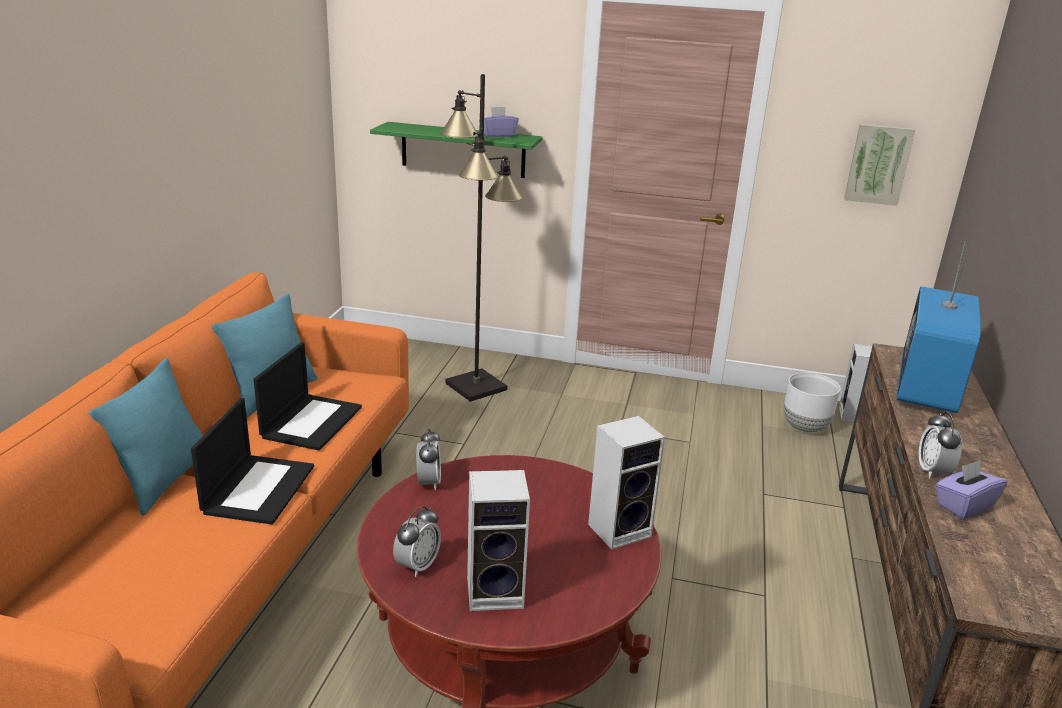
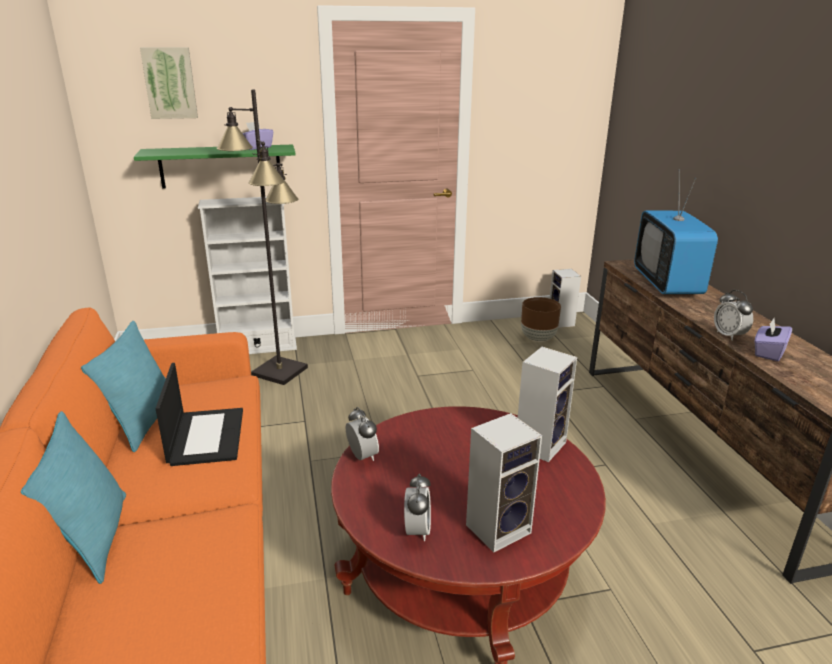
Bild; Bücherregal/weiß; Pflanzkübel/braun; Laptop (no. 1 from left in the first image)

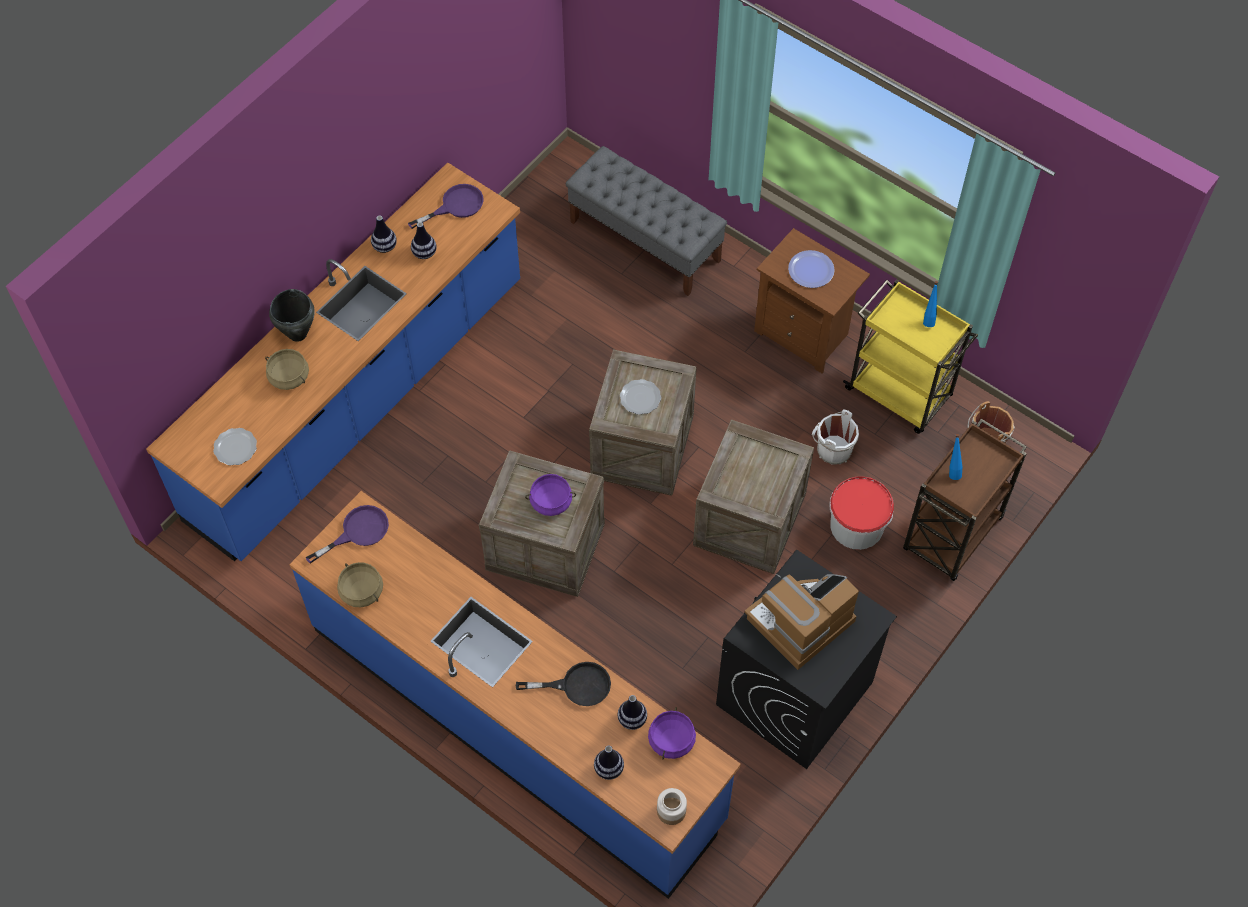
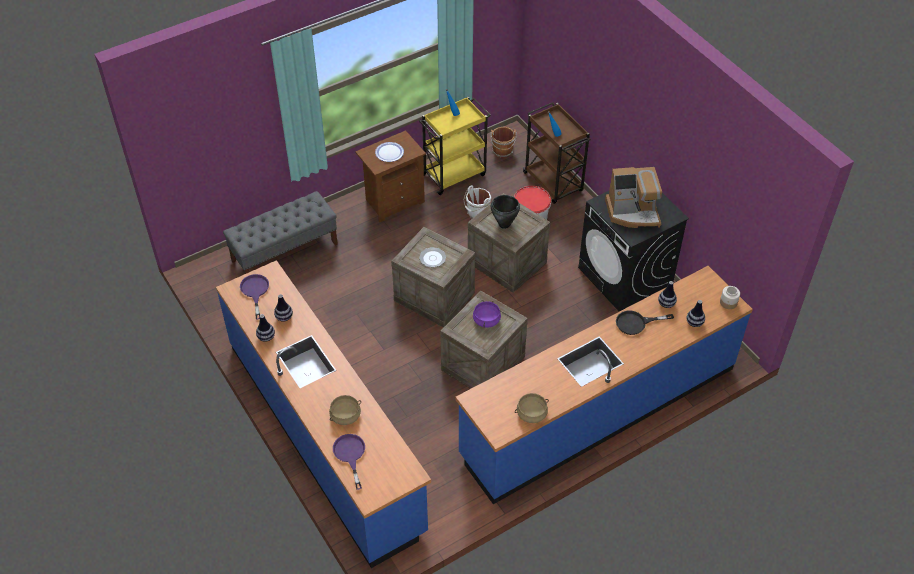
Pfanne/lila (no. 2 from left); Kochtopf/schwarz; Kaffeemaschine; Pfanne/schwarz; Teller (no. 1 from left in the first image); Kochtopf/lila (no. 2 from left in the first image)

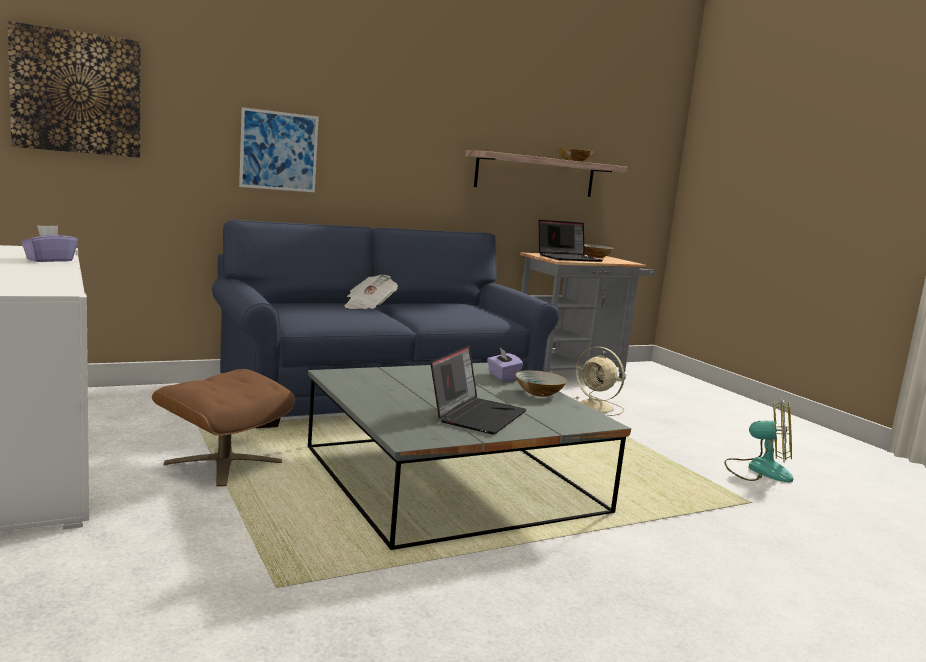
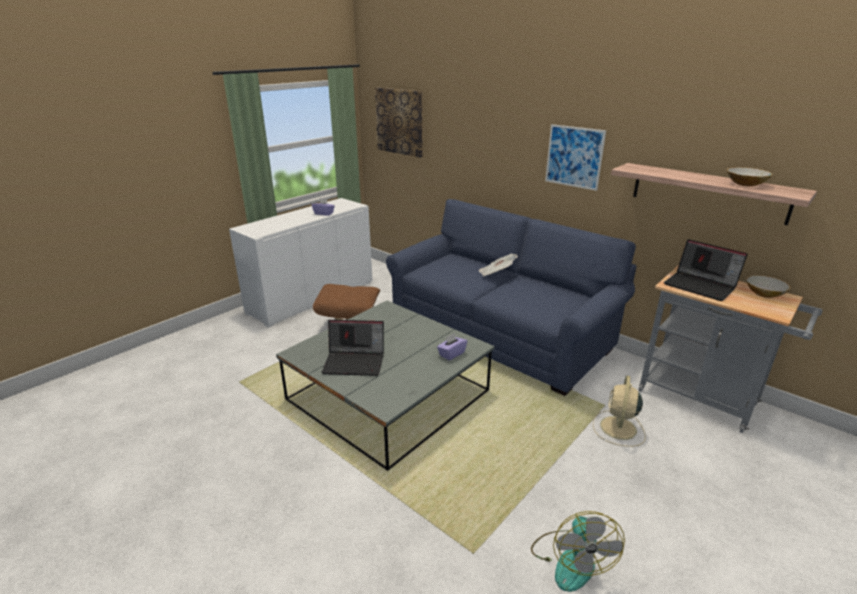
Bild (no. 2 from left); Schüssel (no. 1 from left in the first image)

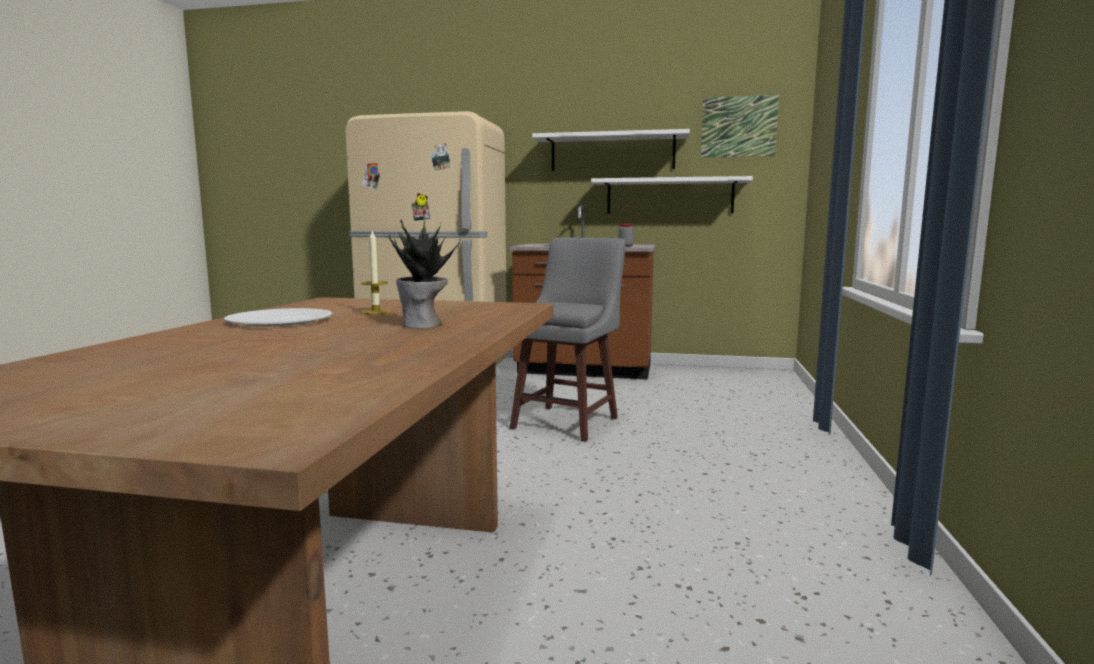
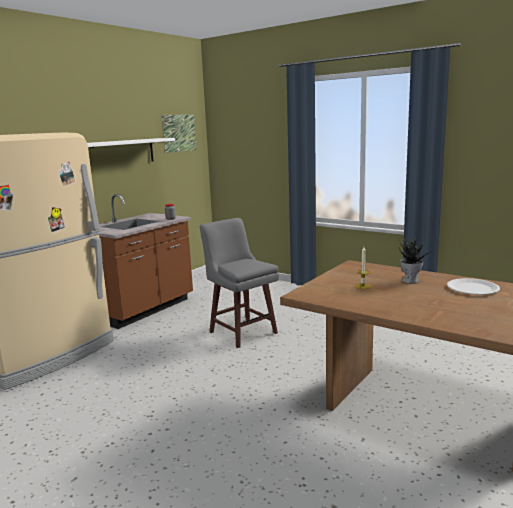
Teller/weiß; Wandregal/weiß (no. 2 from left in the first image)

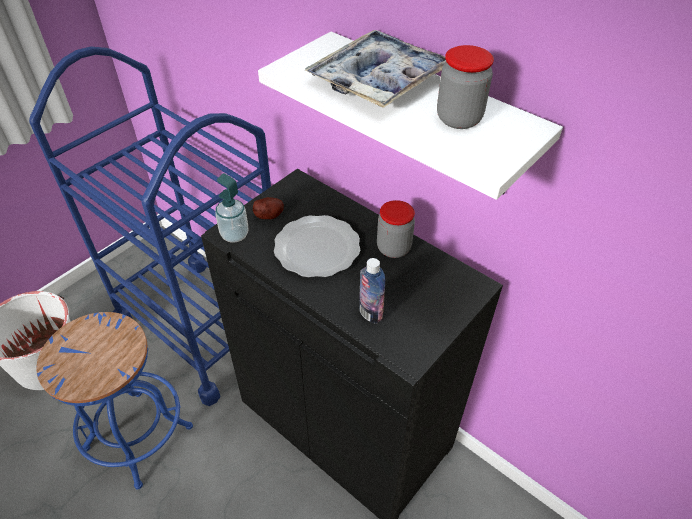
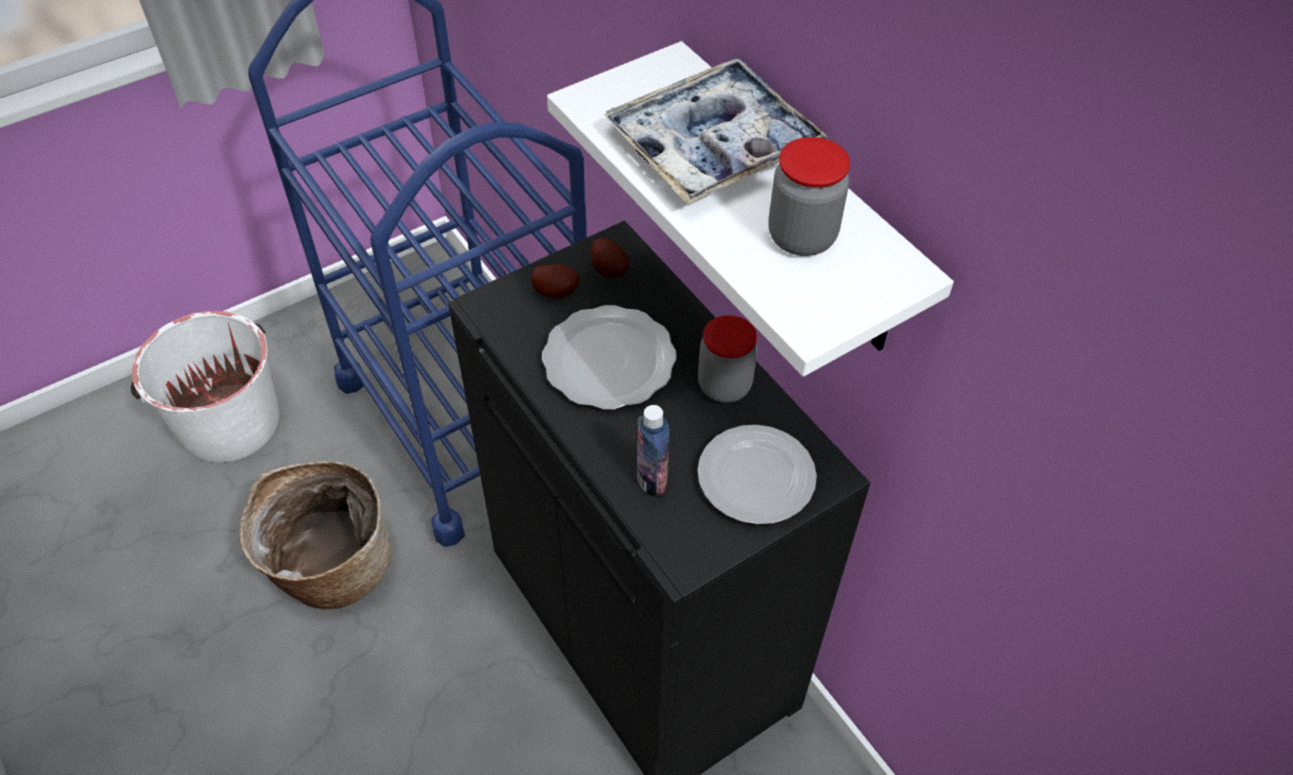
Korb; Kartoffel (no. 2 from left); Teller (no. 2 from left); Seifenspender

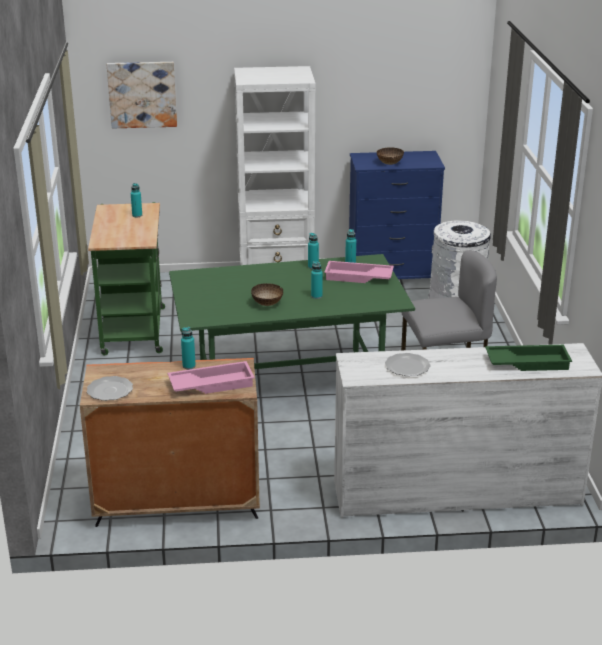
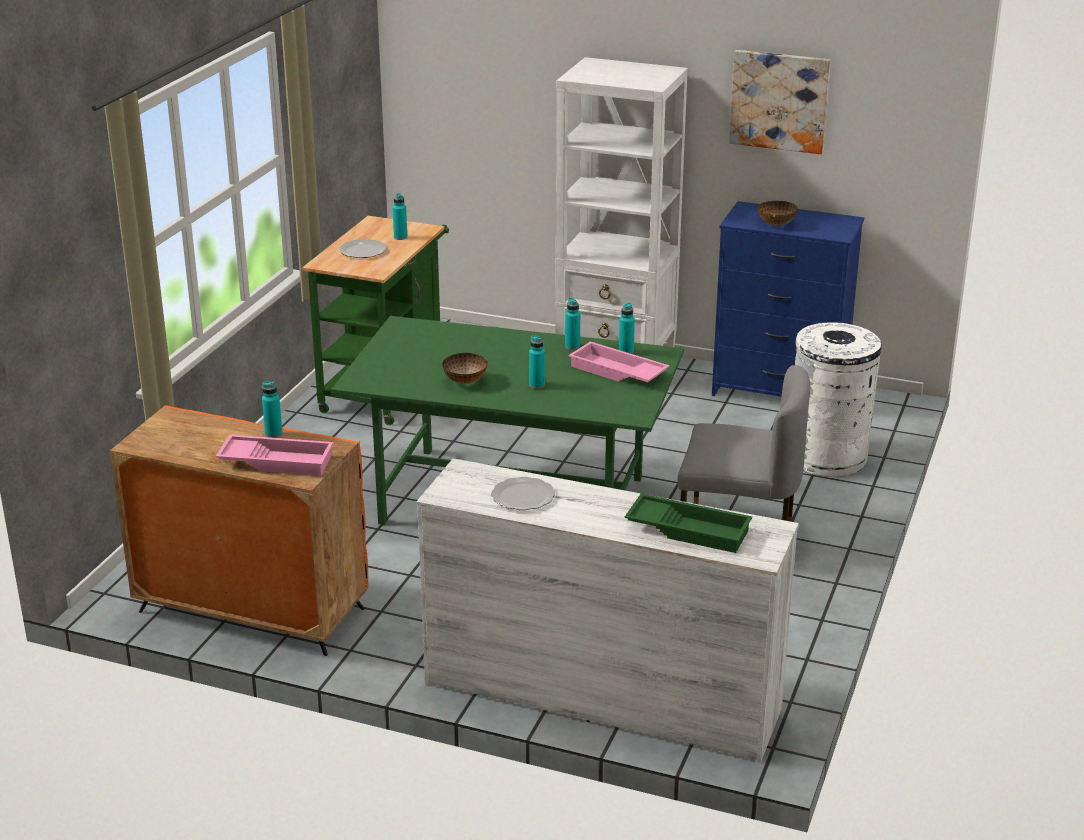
Teller (no. 1 from left); Bild

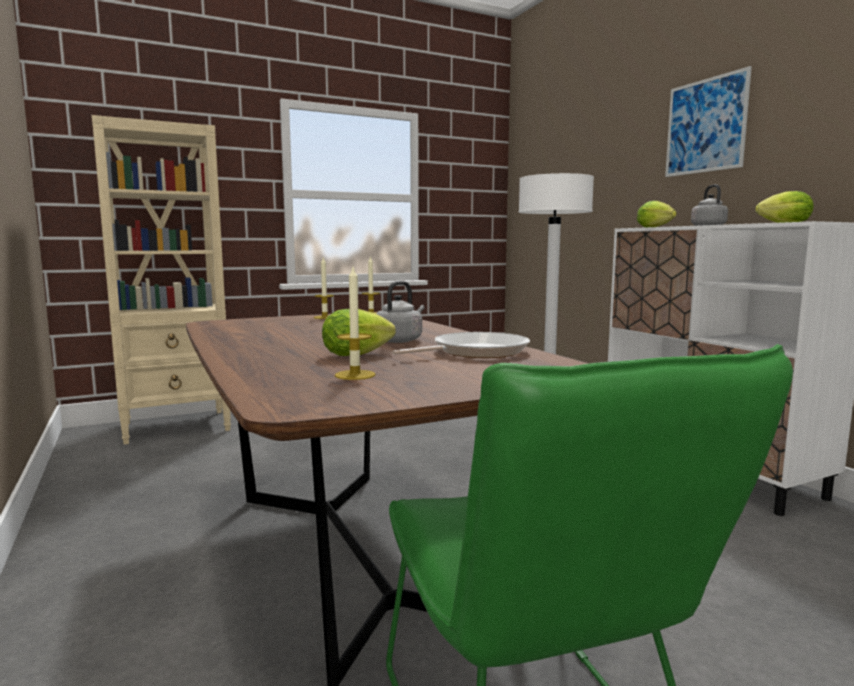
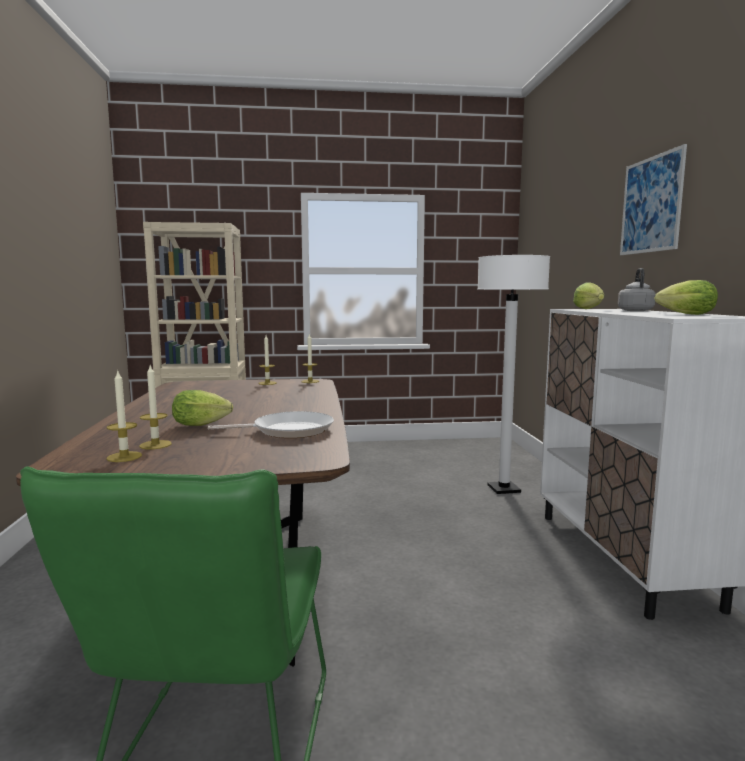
Kerze (no. 1 from left); Wasserkessel/grau (no. 1 from left in the first image)

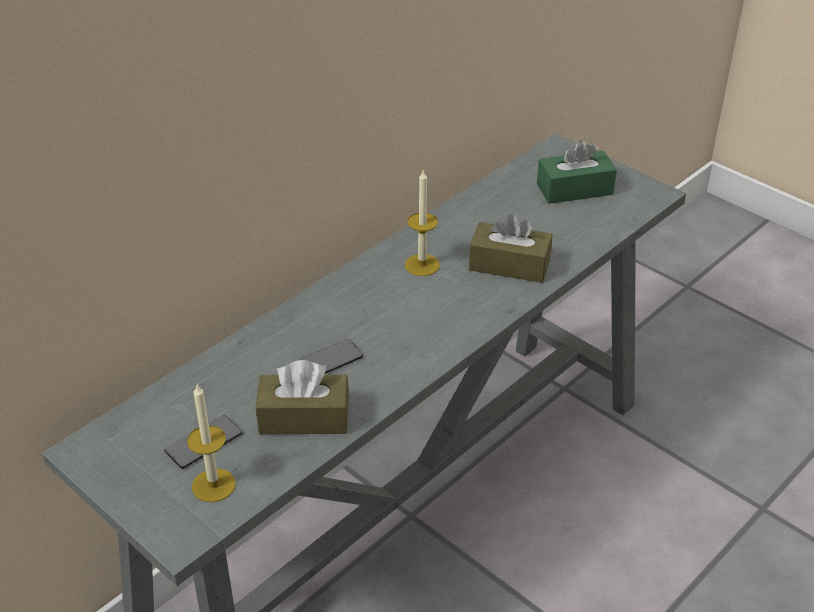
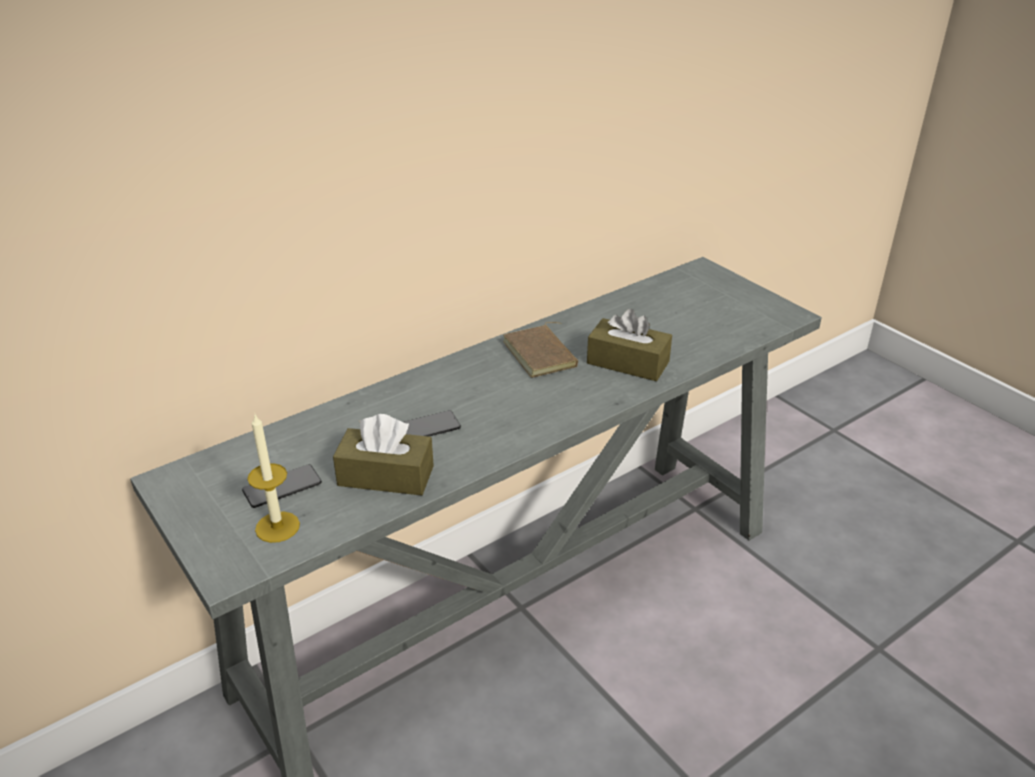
Buch/braun; Taschentuchbox/grün

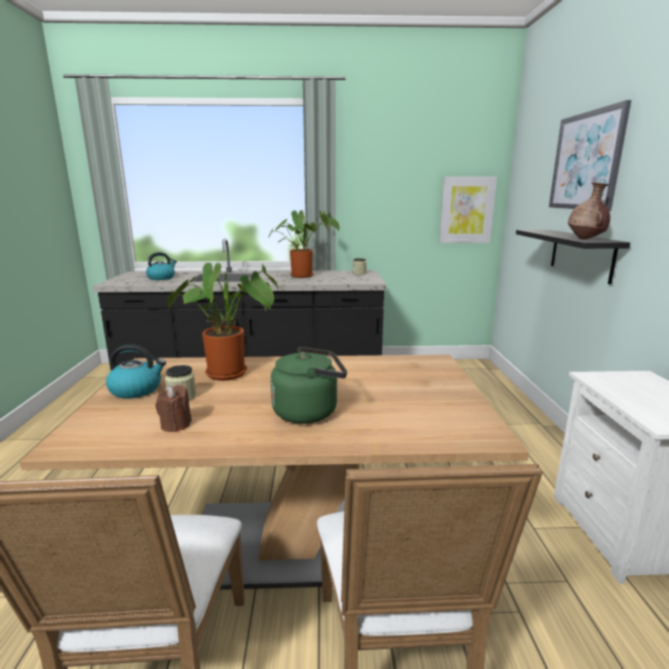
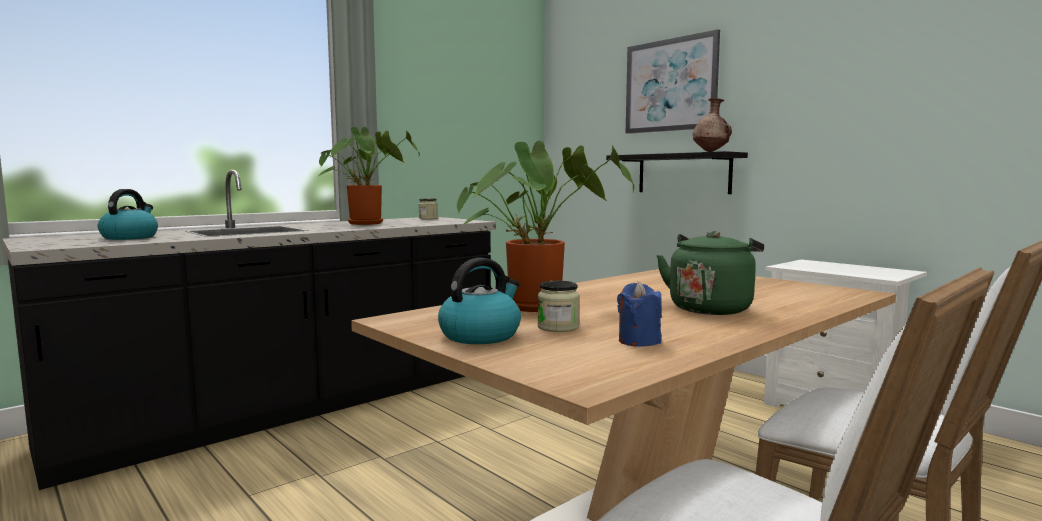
Kerze/blau; Bild (no. 1 from left in the first image)

